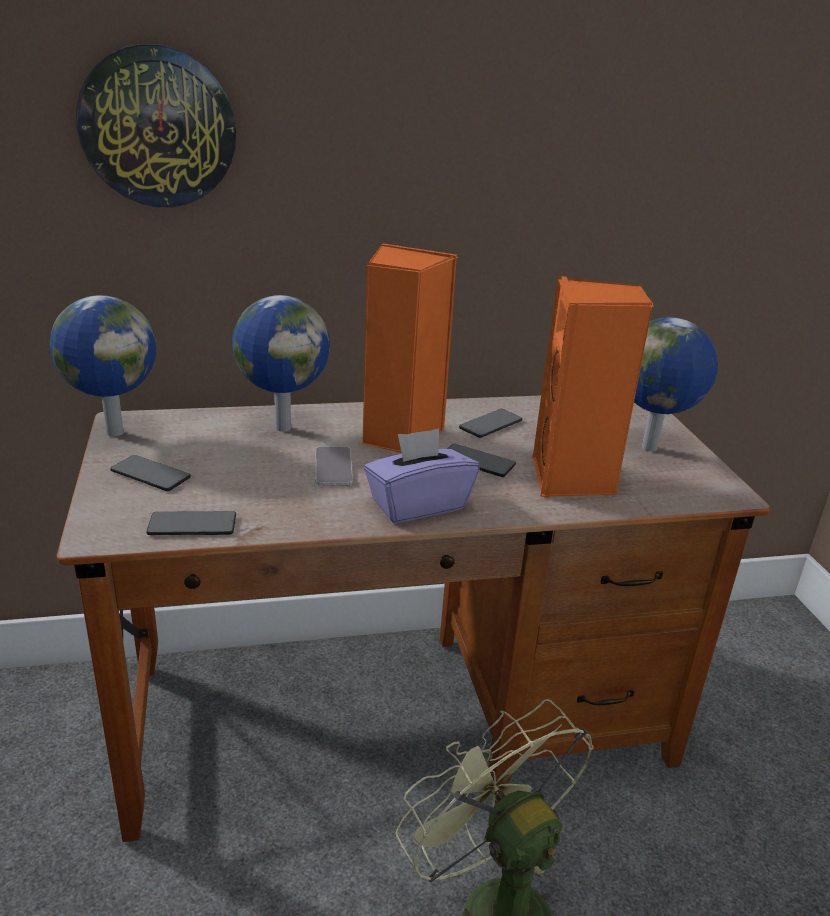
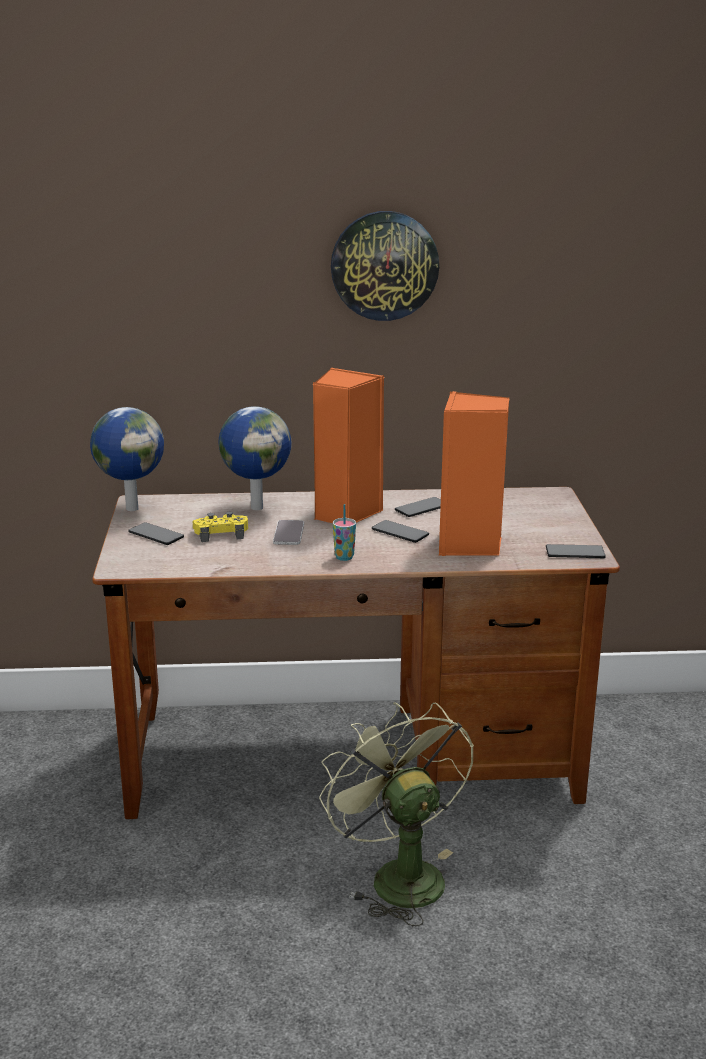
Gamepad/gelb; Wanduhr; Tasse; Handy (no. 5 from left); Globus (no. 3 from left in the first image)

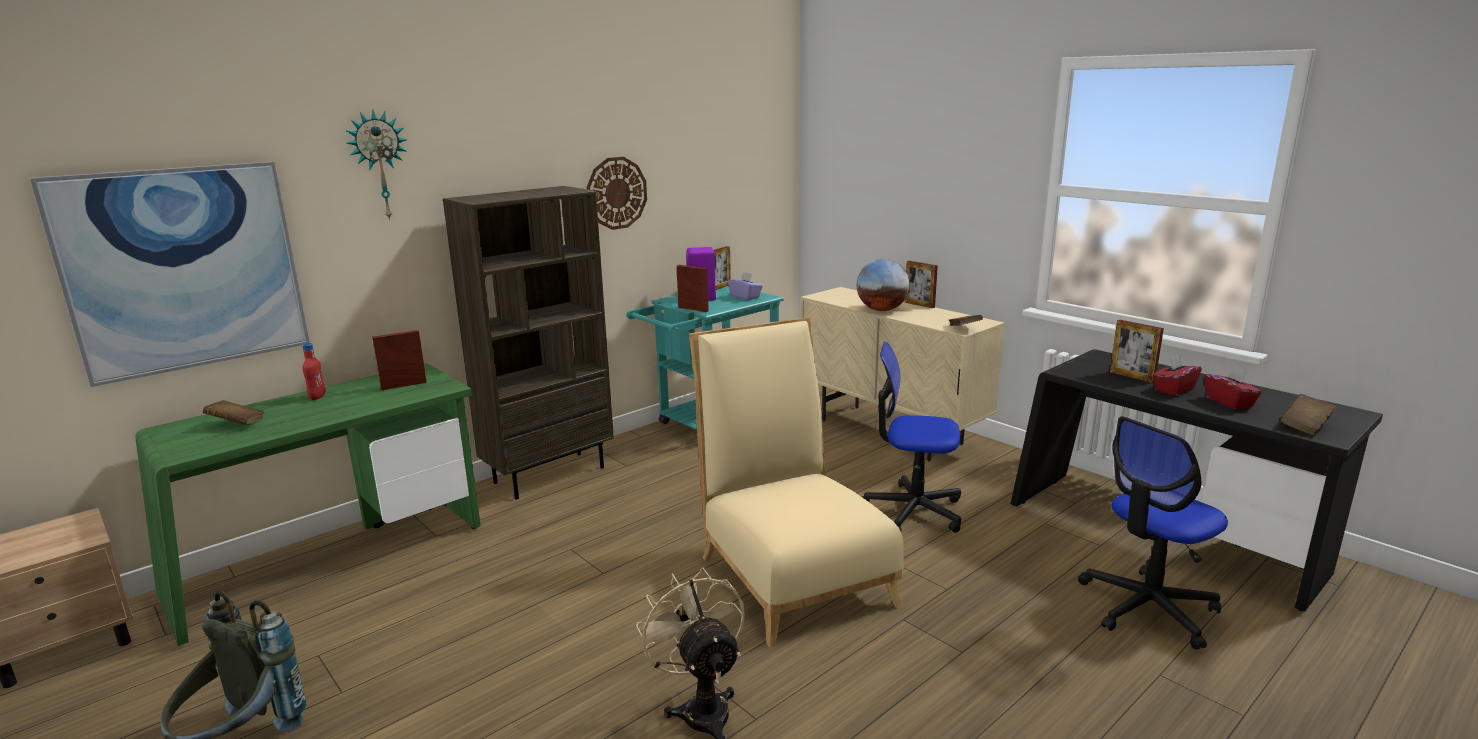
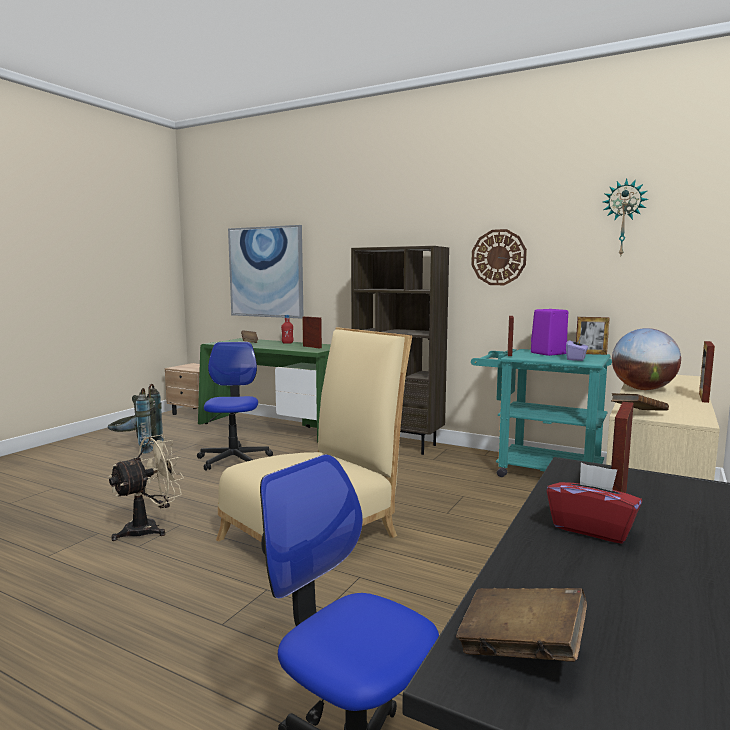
Bürostuhl (no. 1 from left); Wanduhr (no. 2 from left); Taschentuchbox/rot (no. 2 from left in the first image)

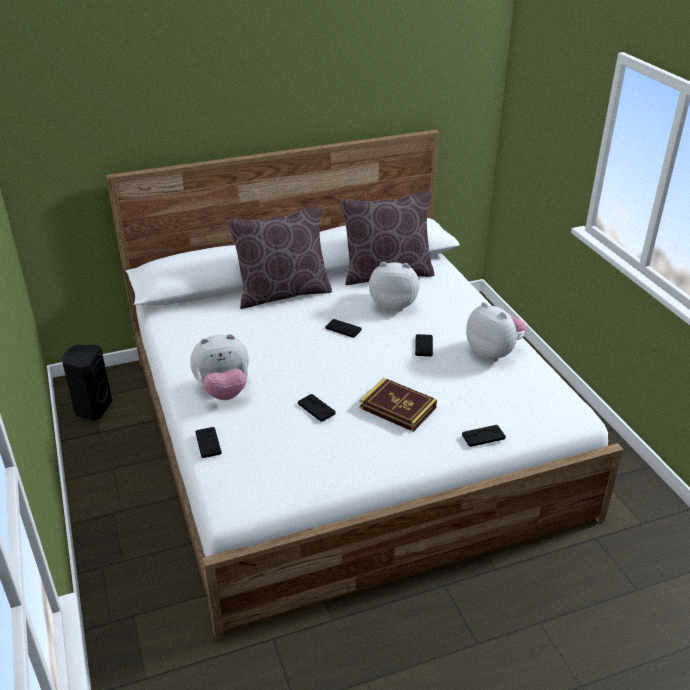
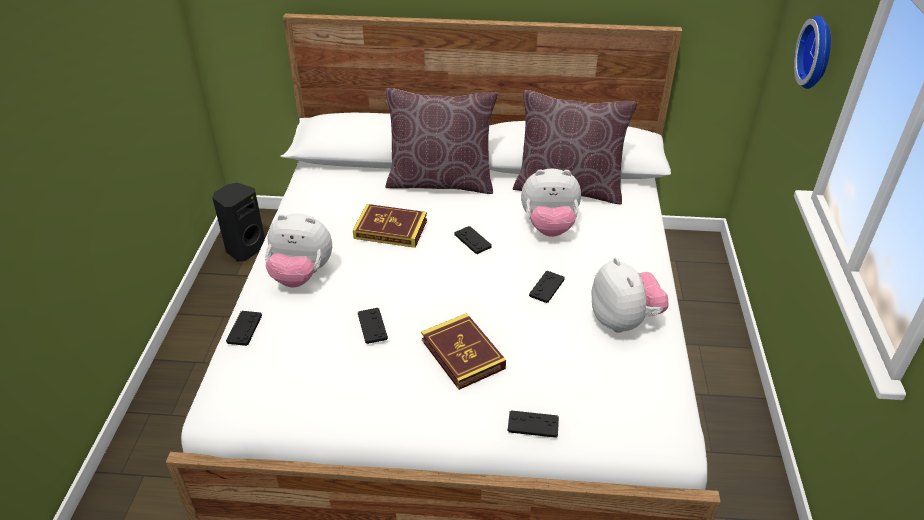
Buch (no. 1 from left); Plüschtier (no. 2 from left); Wanduhr

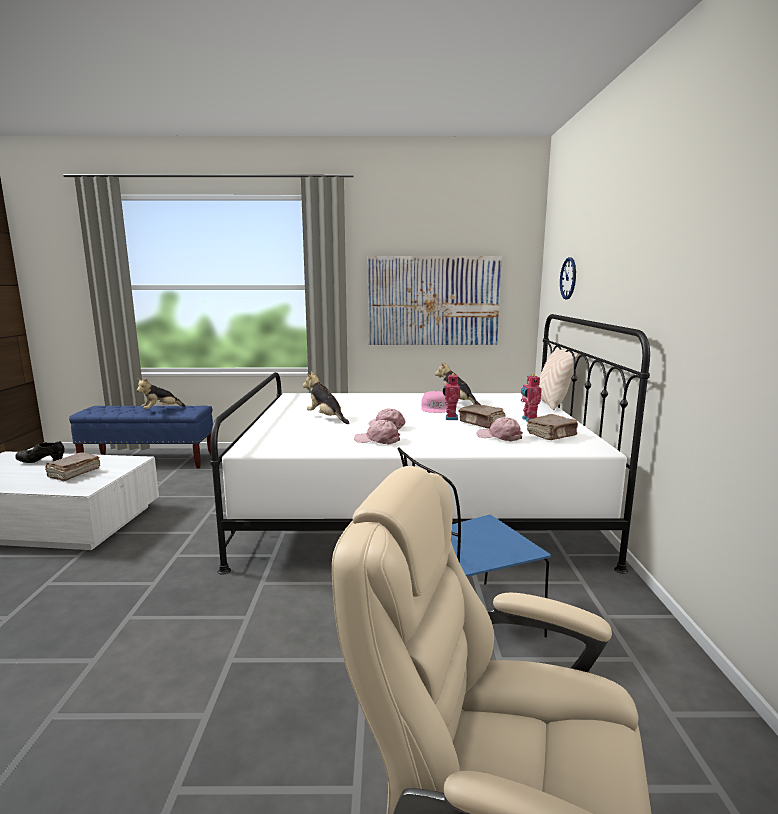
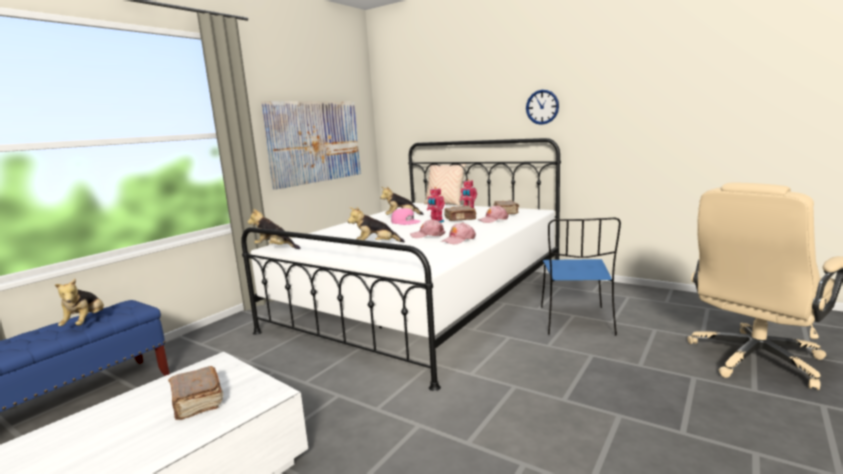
Plüschtier (no. 2 from left); Wanduhr; Schuh/schwarz

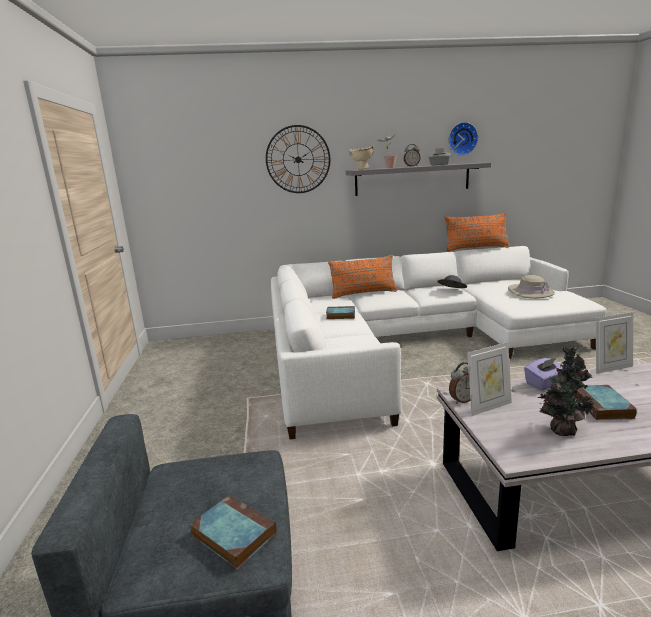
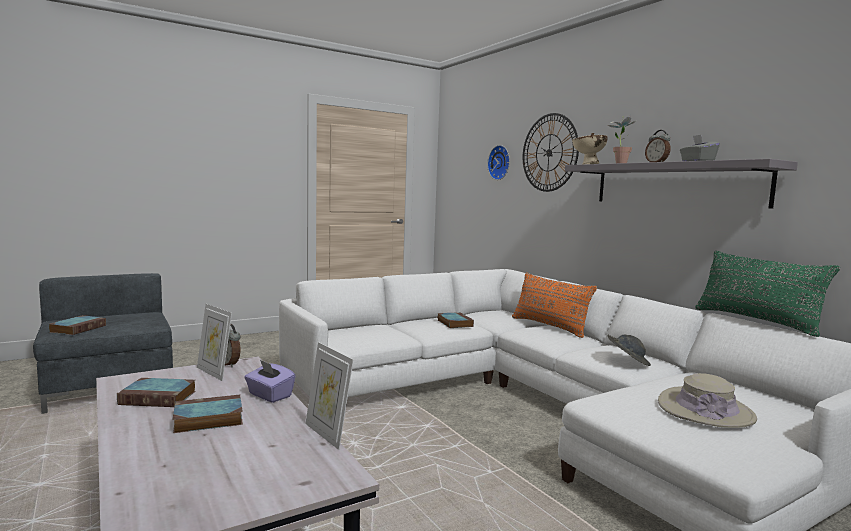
Buch (no. 2 from left); Wanduhr (no. 1 from left); Kissen/grün

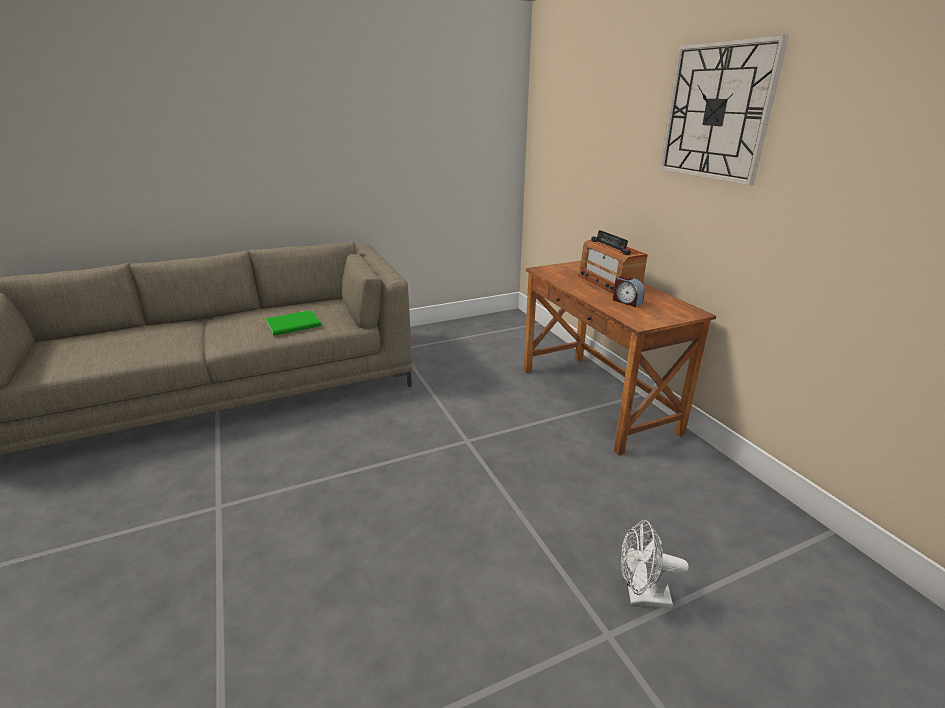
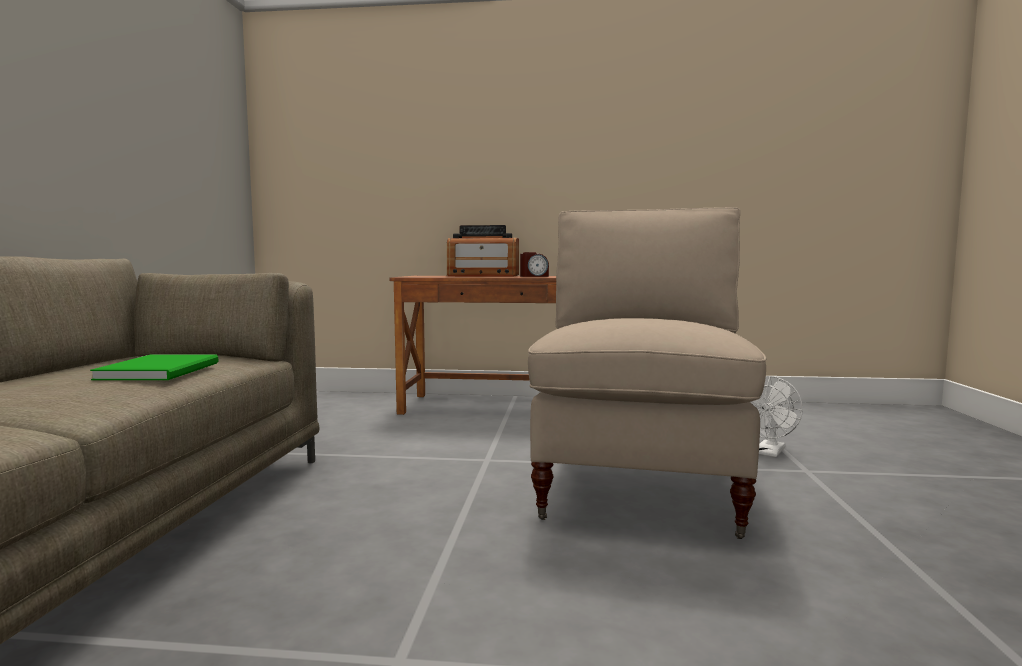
Stuhl/beige; Wanduhr

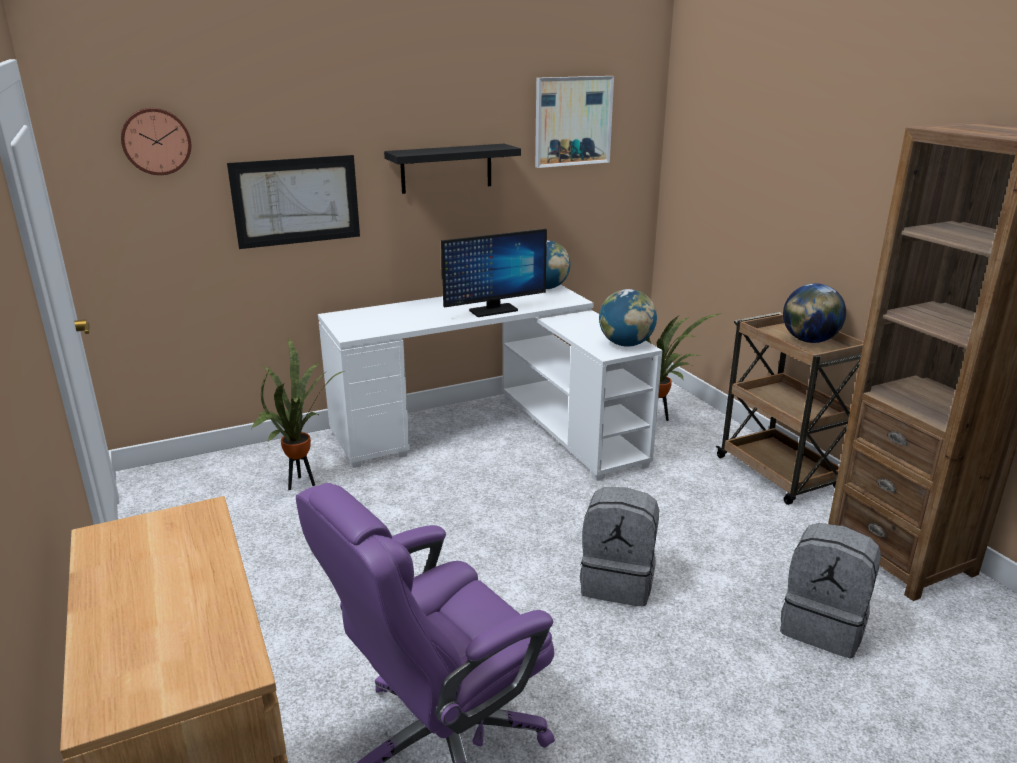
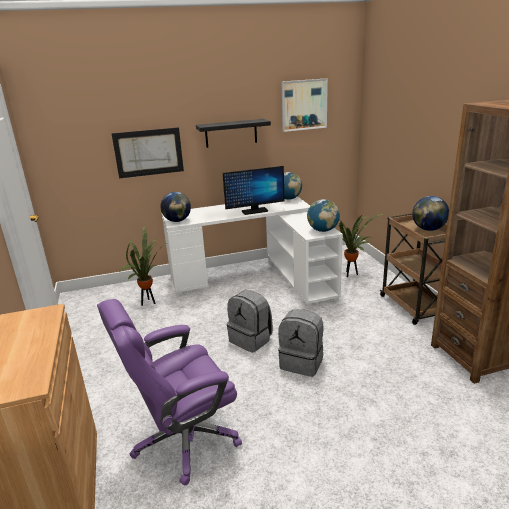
Globus (no. 1 from left); Rucksack/grau (no. 1 from left); Wanduhr

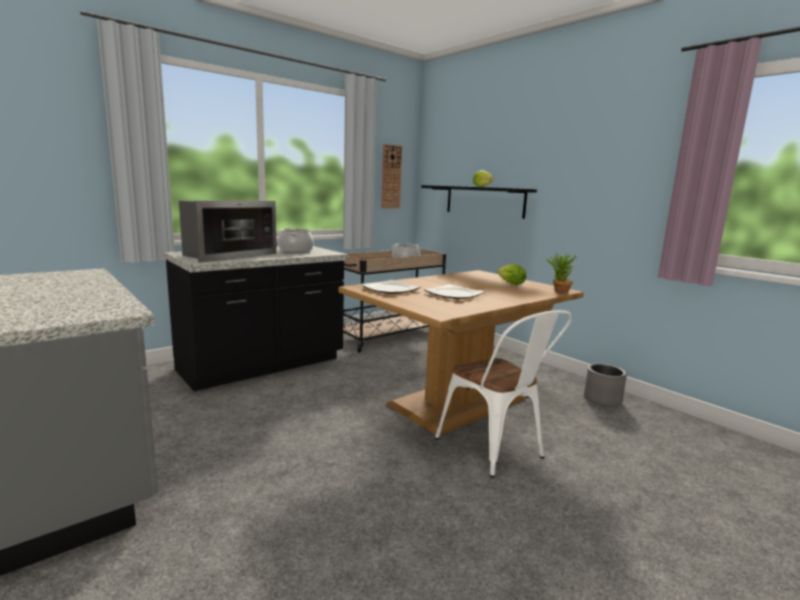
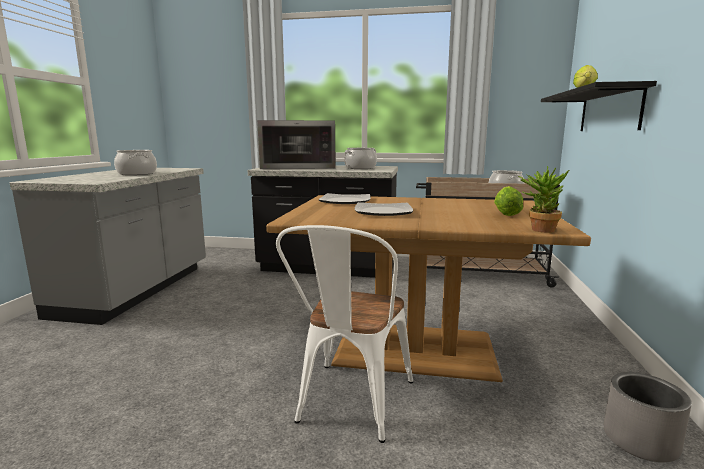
Kochtopf (no. 1 from left); Wanduhr

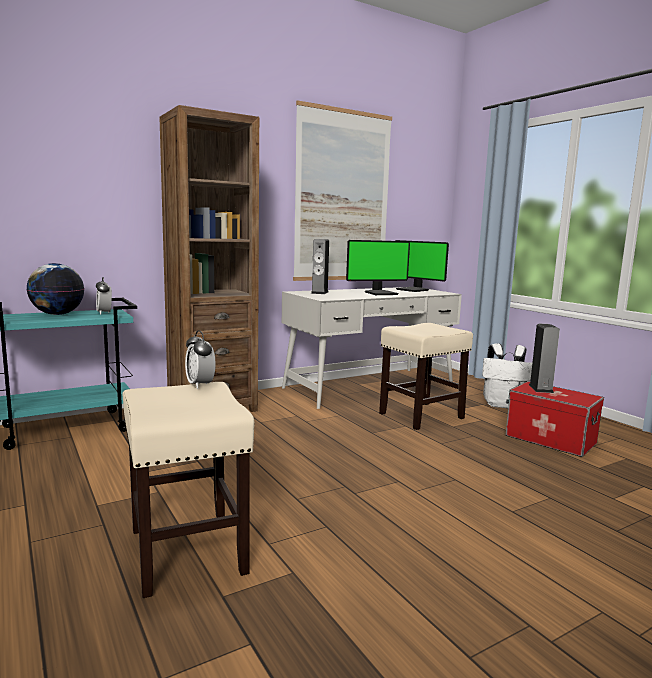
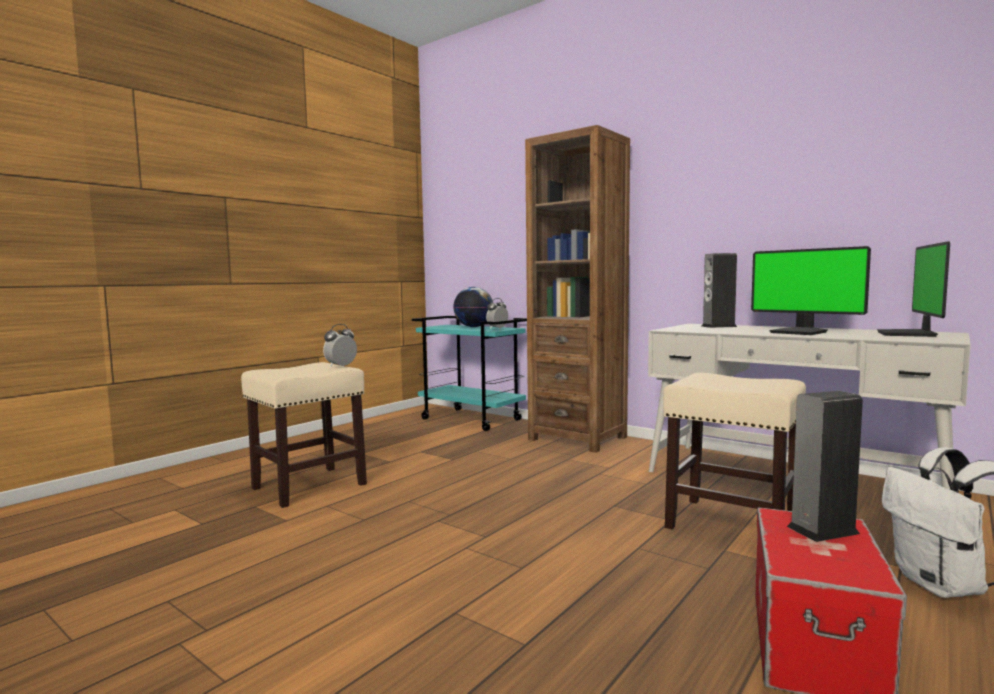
Bild

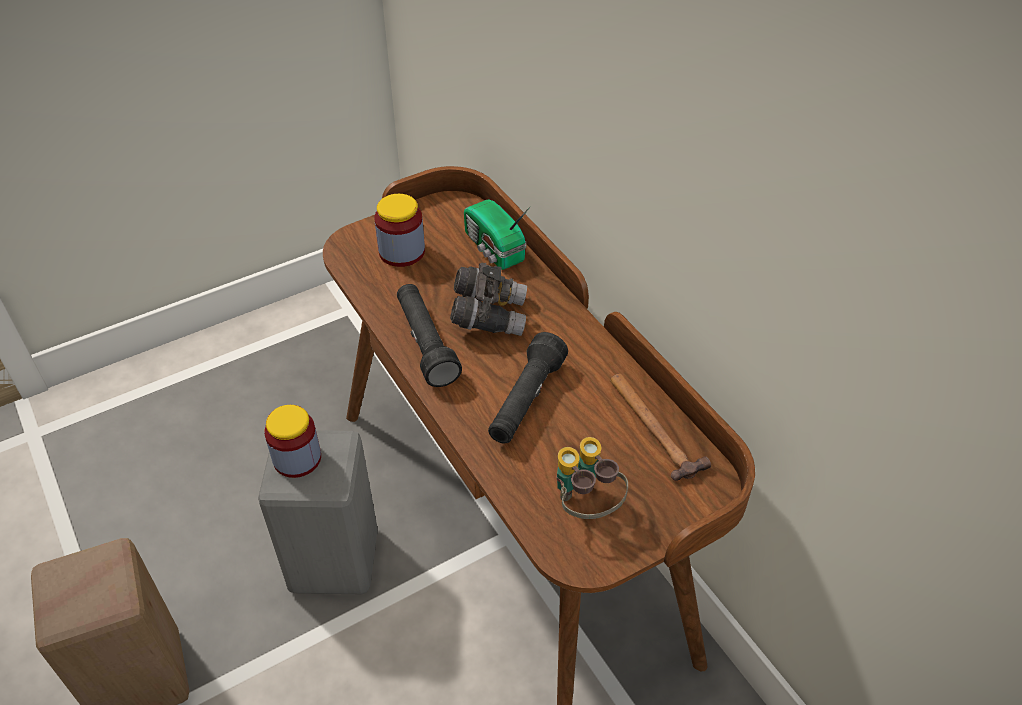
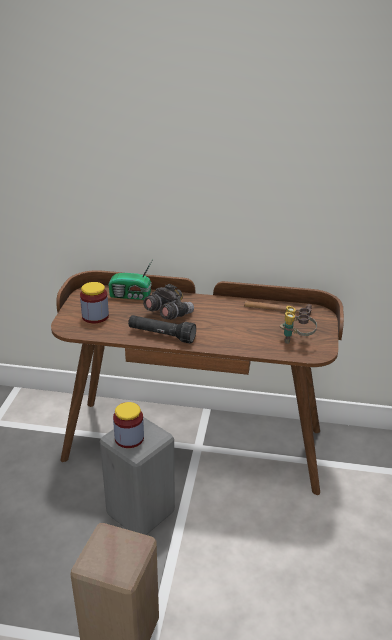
Taschenlampe/schwarz (no. 2 from left in the first image)

